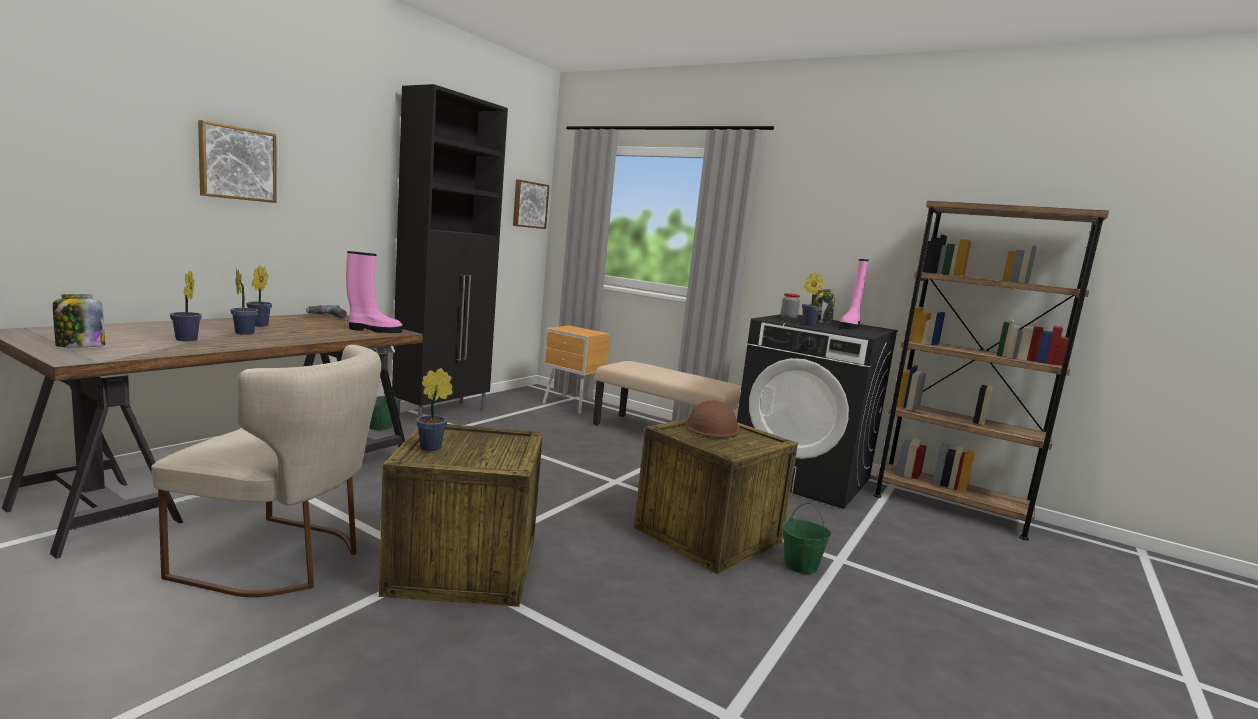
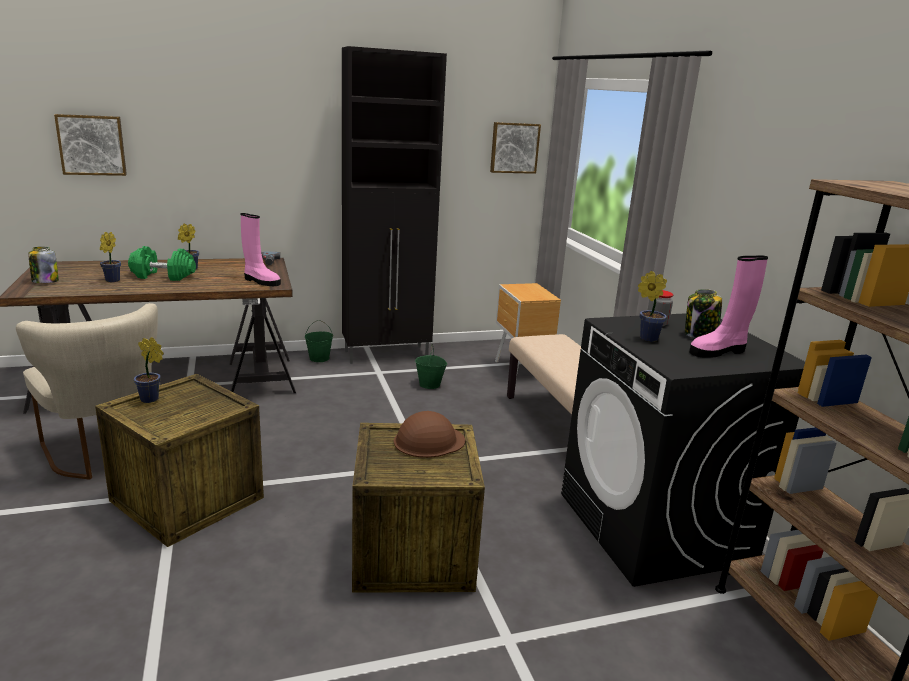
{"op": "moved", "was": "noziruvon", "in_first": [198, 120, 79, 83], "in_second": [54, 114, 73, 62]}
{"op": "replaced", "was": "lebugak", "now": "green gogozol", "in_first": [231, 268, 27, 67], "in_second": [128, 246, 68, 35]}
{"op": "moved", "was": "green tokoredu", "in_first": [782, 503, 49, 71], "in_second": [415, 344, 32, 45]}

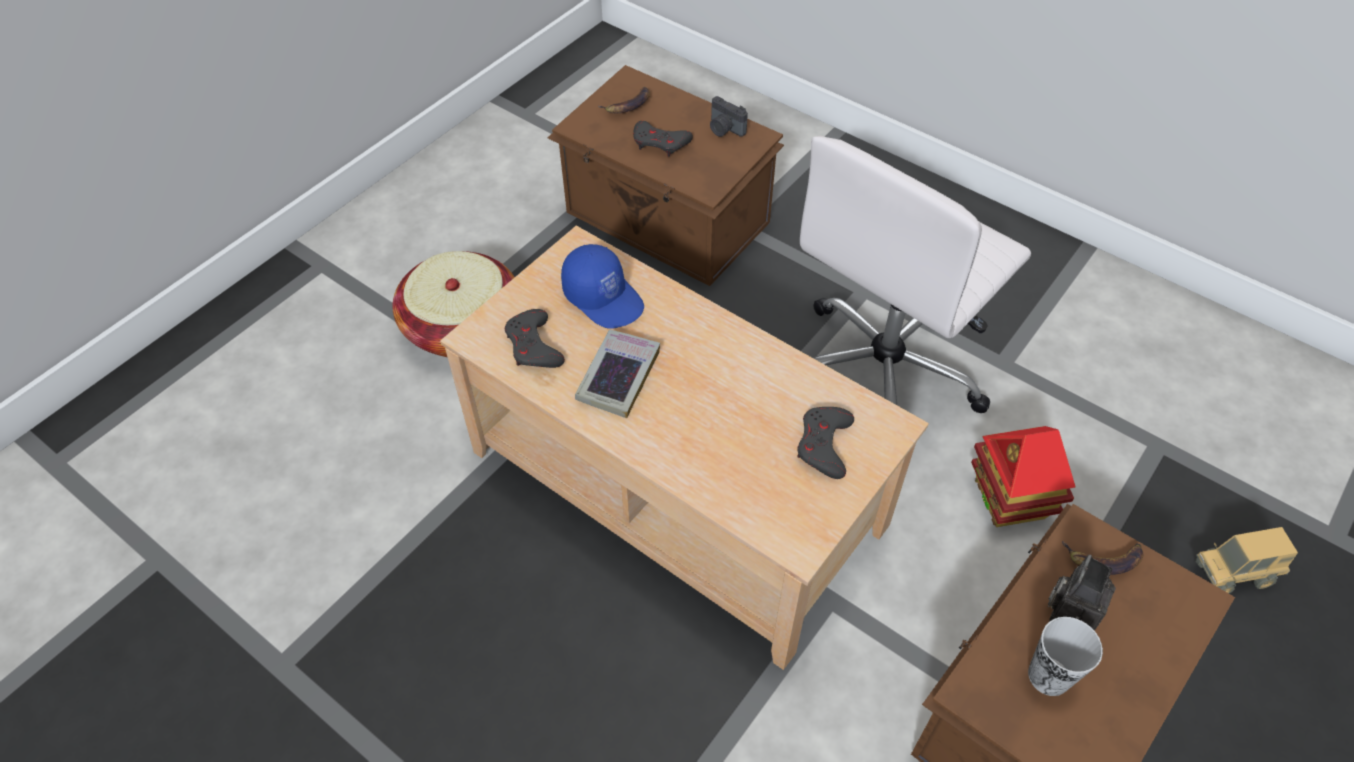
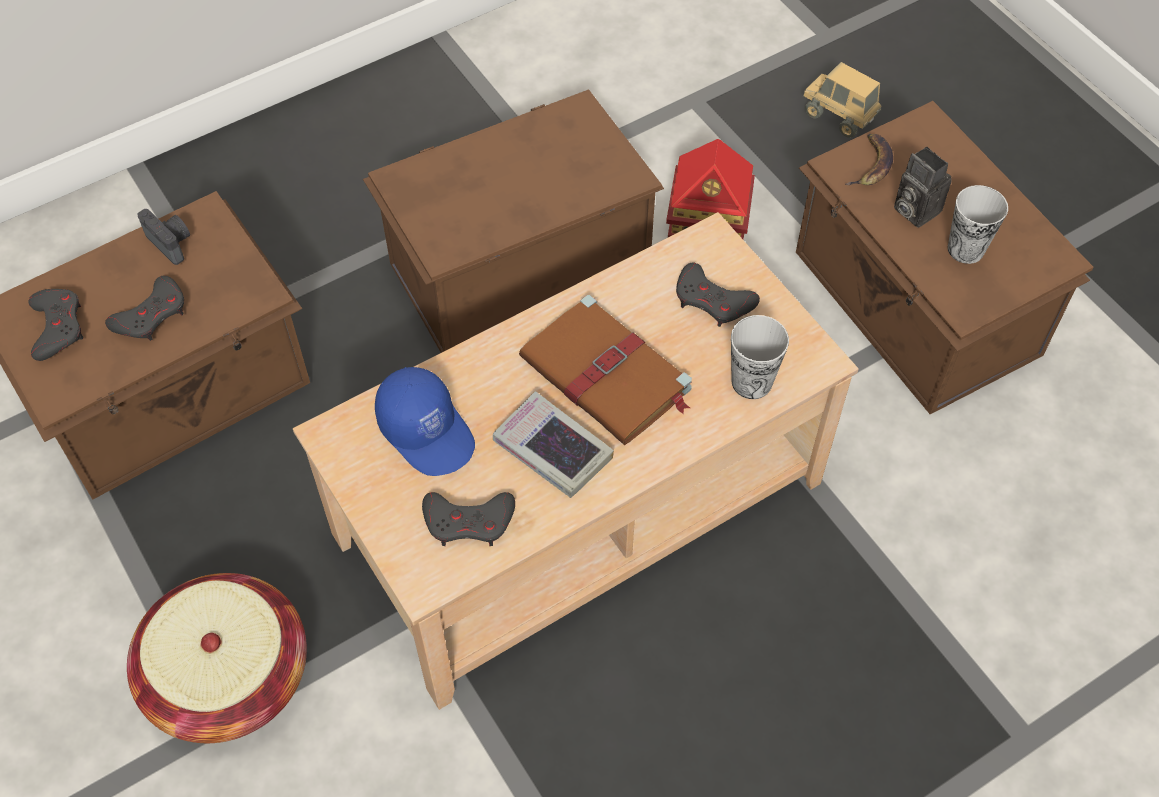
{"op": "turned", "was": "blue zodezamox", "in_first": [561, 244, 83, 85], "in_second": [375, 367, 100, 109], "clockwise": 75}
{"op": "replaced", "was": "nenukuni", "now": "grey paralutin", "in_first": [598, 87, 52, 26], "in_second": [28, 289, 55, 72]}
{"op": "turned", "was": "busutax", "in_first": [710, 96, 38, 41], "in_second": [137, 209, 53, 56], "clockwise": -105}
{"op": "replaced", "was": "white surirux", "now": "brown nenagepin", "in_first": [800, 135, 231, 278], "in_second": [363, 89, 301, 264]}
{"op": "turned", "was": "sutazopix", "in_first": [1196, 527, 102, 66], "in_second": [803, 62, 78, 76], "clockwise": 120}
{"op": "added", "now": "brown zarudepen", "in_second": [519, 295, 173, 150]}
{"op": "added", "now": "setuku", "in_second": [731, 315, 58, 84]}

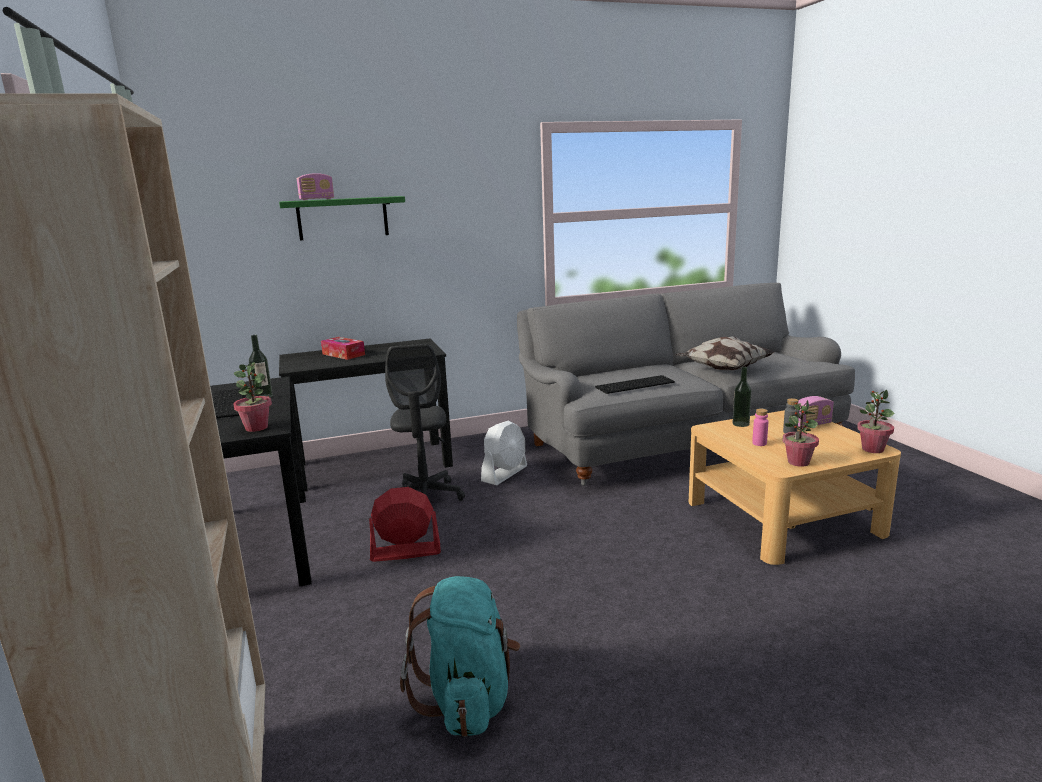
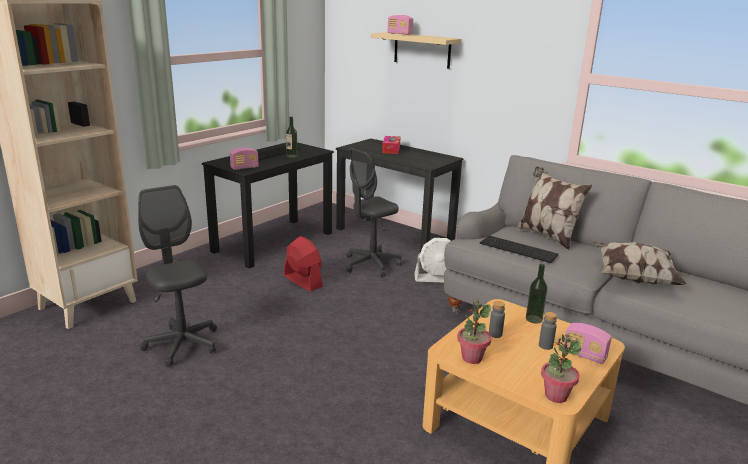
{"op": "replaced", "was": "lebugak", "now": "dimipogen", "in_first": [233, 363, 39, 69], "in_second": [230, 148, 29, 22]}
{"op": "recoloured", "was": "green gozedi", "now": "beige gozedi", "in_first": [279, 196, 126, 44], "in_second": [371, 32, 91, 37]}
{"op": "replaced", "was": "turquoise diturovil", "now": "grey surirux", "in_first": [400, 576, 120, 161], "in_second": [138, 185, 79, 182]}
{"op": "recoloured", "was": "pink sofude", "now": "grey sofude", "in_first": [752, 409, 16, 37], "in_second": [489, 301, 16, 37]}
{"op": "added", "now": "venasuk", "in_second": [516, 166, 76, 84]}

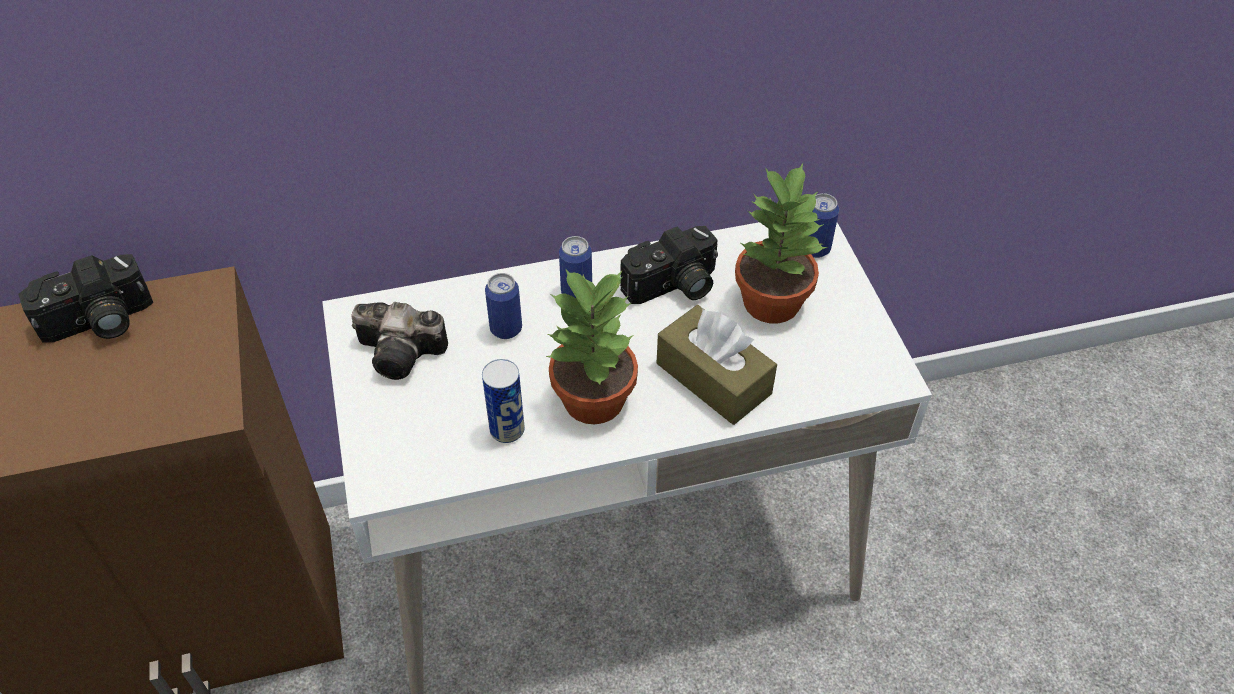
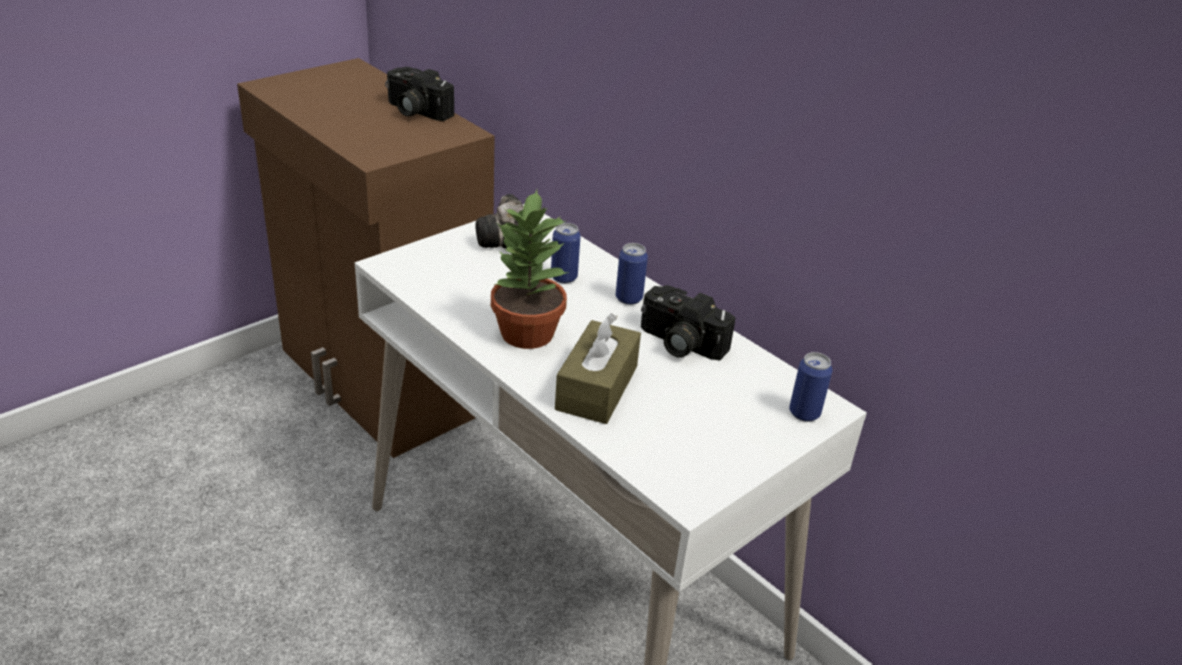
{"op": "removed", "was": "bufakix", "in_first": [482, 359, 43, 84]}
{"op": "removed", "was": "lebugak", "in_first": [735, 163, 93, 160]}

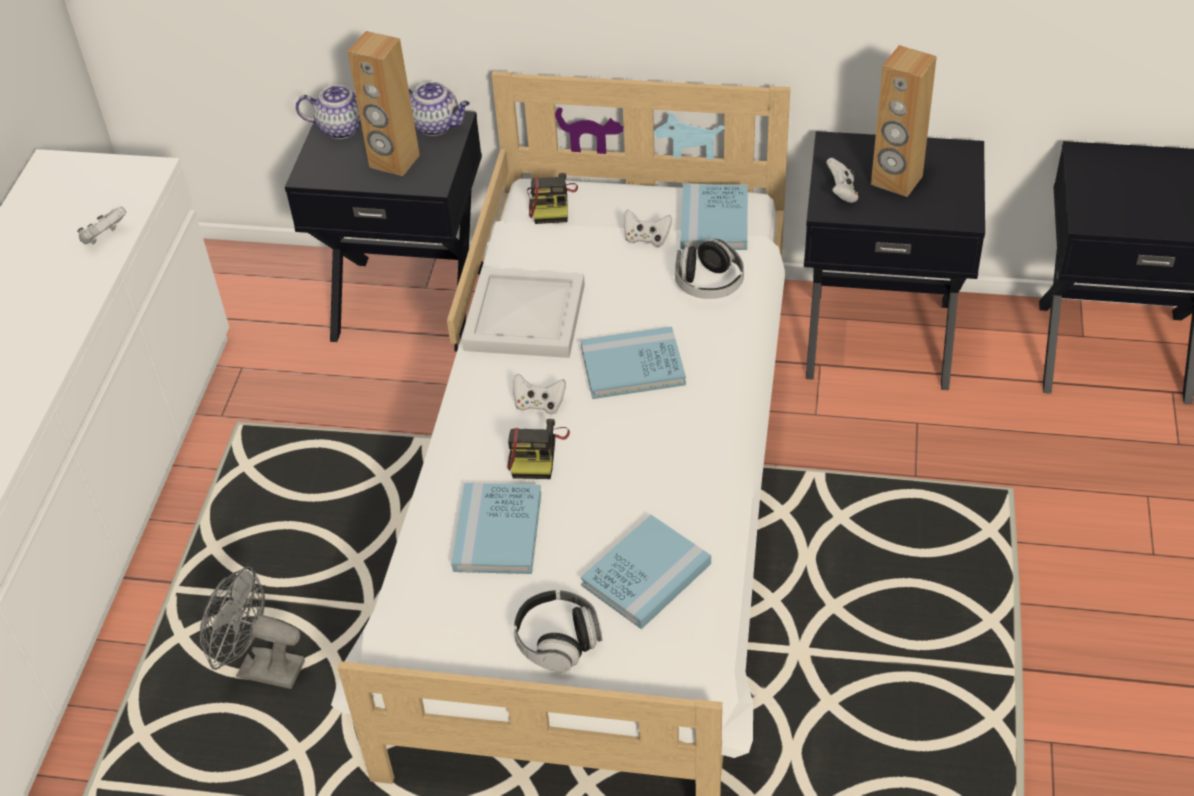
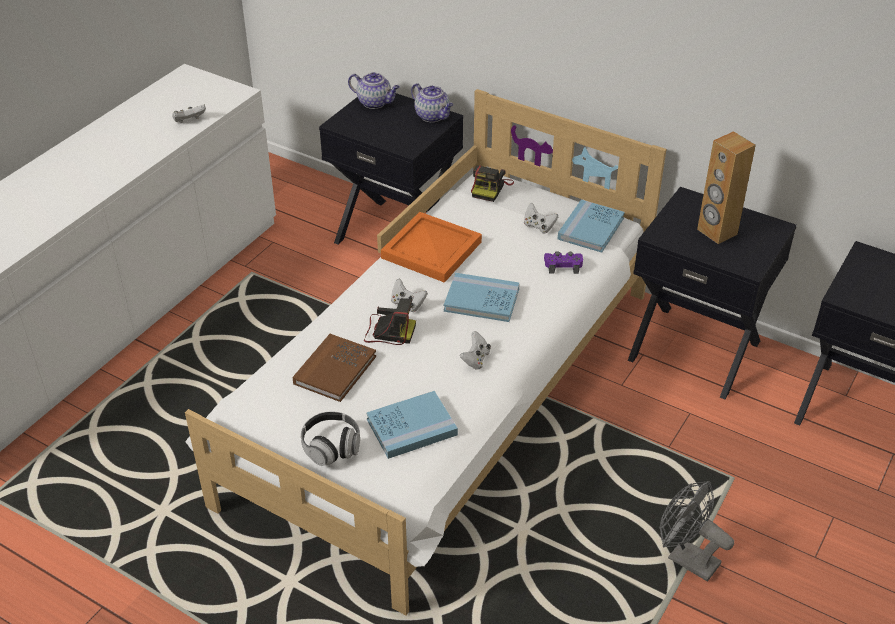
{"op": "moved", "was": "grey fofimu", "in_first": [200, 566, 105, 123], "in_second": [659, 481, 75, 101]}
{"op": "removed", "was": "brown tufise", "in_first": [347, 31, 73, 145]}
{"op": "recoloured", "was": "blue zarudepen", "now": "brown zarudepen", "in_first": [451, 483, 90, 91], "in_second": [292, 334, 84, 68]}
{"op": "recoloured", "was": "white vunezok", "now": "orange vunezok", "in_first": [462, 268, 123, 90], "in_second": [381, 212, 101, 71]}
{"op": "turned", "was": "busutax", "in_first": [508, 419, 62, 60], "in_second": [364, 298, 52, 47], "clockwise": -105}
{"op": "replaced", "was": "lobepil", "now": "purple paralutin", "in_first": [675, 238, 69, 61], "in_second": [544, 251, 39, 23]}
{"op": "moved", "was": "white paralutin", "in_first": [826, 158, 32, 45], "in_second": [460, 331, 31, 39]}

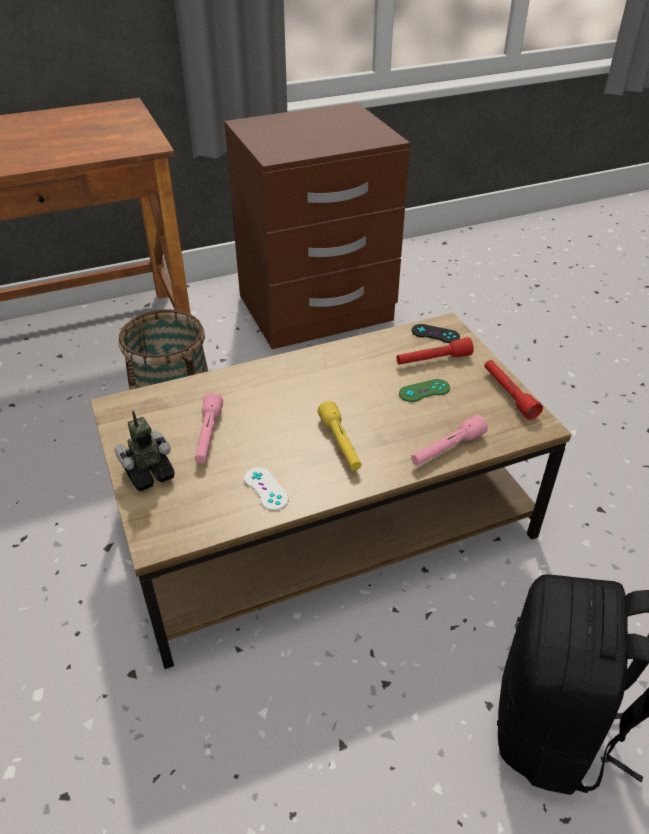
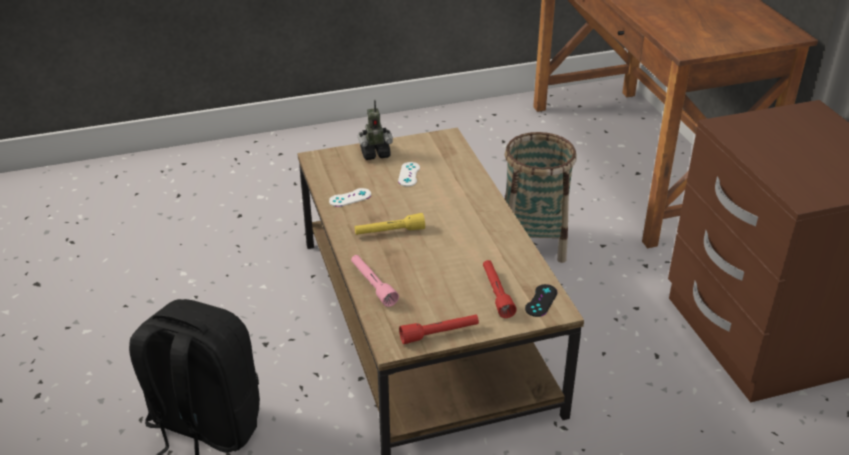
{"op": "turned", "was": "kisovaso", "in_first": [114, 410, 61, 81], "in_second": [358, 100, 35, 60], "clockwise": 105}
{"op": "replaced", "was": "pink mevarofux", "now": "white paralutin", "in_first": [195, 393, 28, 71], "in_second": [398, 162, 22, 24]}
{"op": "removed", "was": "green paralutin", "in_first": [399, 379, 51, 23]}

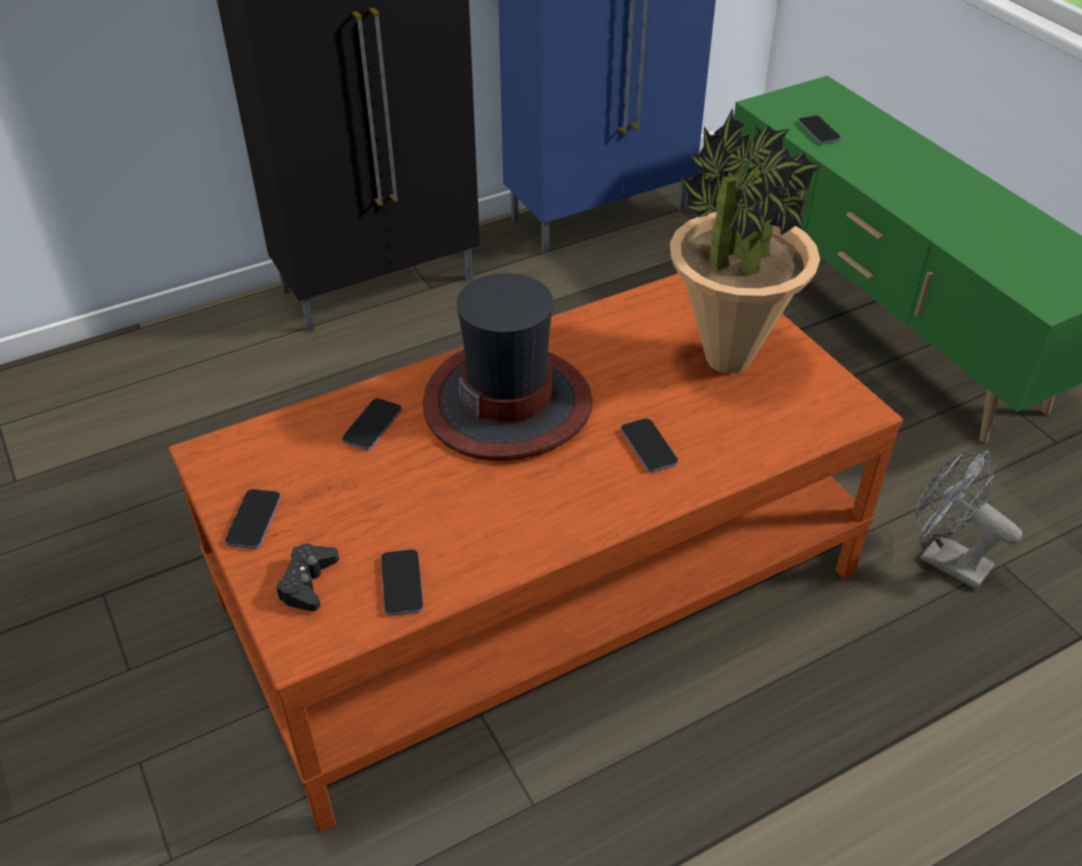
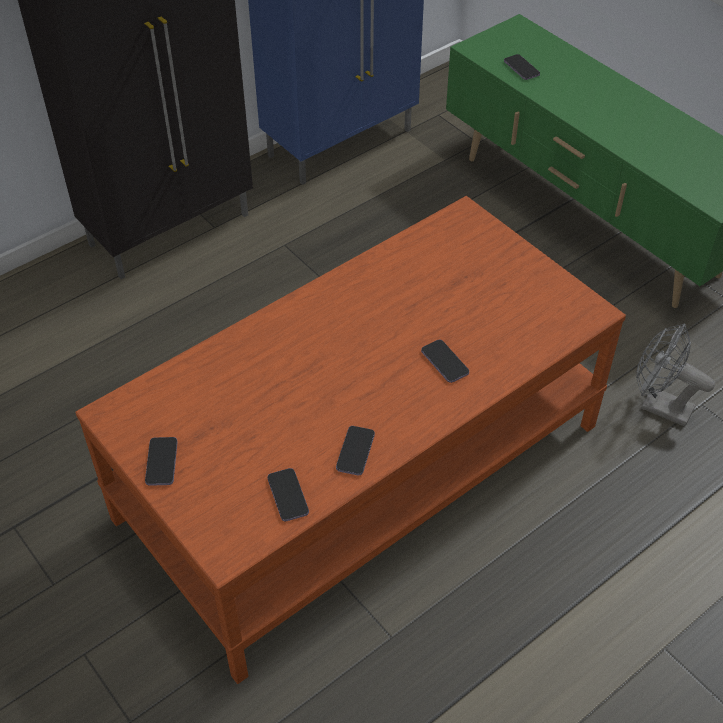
{"op": "removed", "was": "black paralutin", "in_first": [276, 544, 63, 67]}
{"op": "moved", "was": "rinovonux", "in_first": [342, 398, 60, 52], "in_second": [336, 426, 39, 49]}
{"op": "removed", "was": "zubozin", "in_first": [423, 273, 169, 188]}
{"op": "removed", "was": "lebugak", "in_first": [670, 107, 152, 267]}

